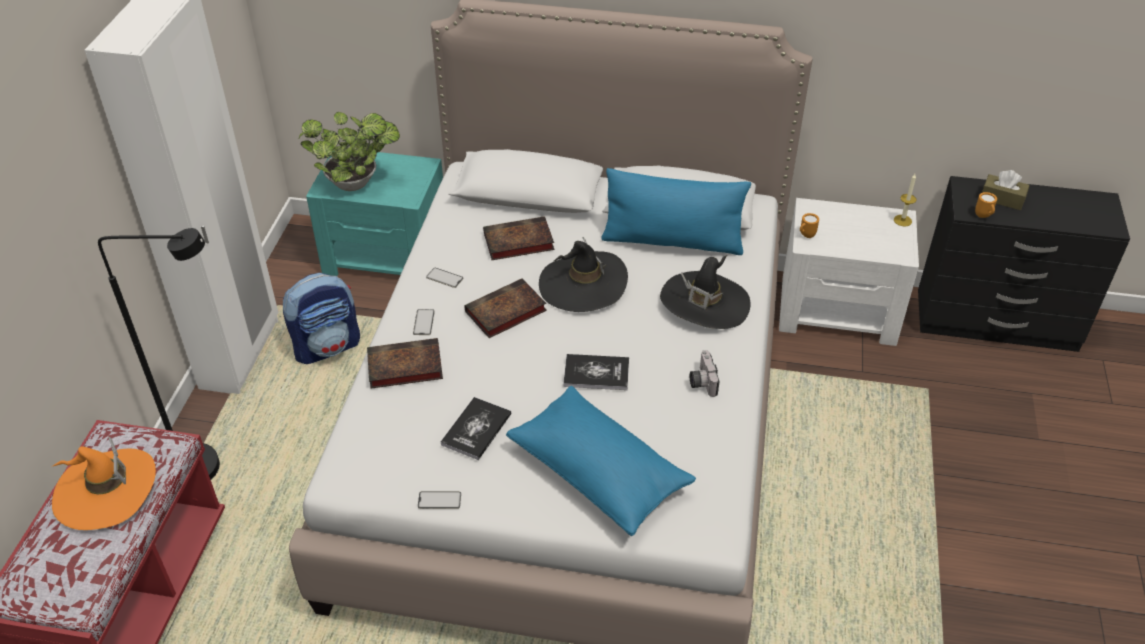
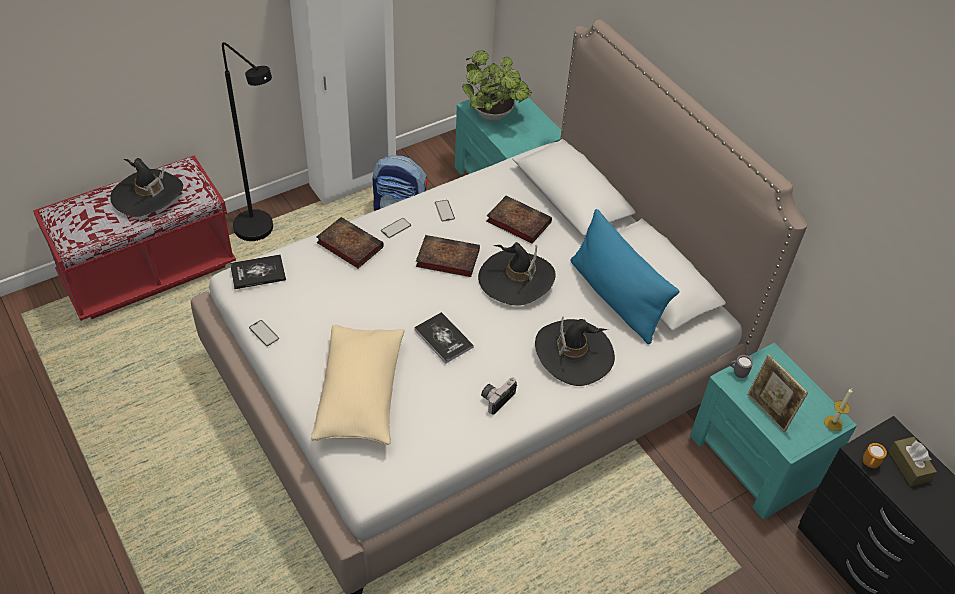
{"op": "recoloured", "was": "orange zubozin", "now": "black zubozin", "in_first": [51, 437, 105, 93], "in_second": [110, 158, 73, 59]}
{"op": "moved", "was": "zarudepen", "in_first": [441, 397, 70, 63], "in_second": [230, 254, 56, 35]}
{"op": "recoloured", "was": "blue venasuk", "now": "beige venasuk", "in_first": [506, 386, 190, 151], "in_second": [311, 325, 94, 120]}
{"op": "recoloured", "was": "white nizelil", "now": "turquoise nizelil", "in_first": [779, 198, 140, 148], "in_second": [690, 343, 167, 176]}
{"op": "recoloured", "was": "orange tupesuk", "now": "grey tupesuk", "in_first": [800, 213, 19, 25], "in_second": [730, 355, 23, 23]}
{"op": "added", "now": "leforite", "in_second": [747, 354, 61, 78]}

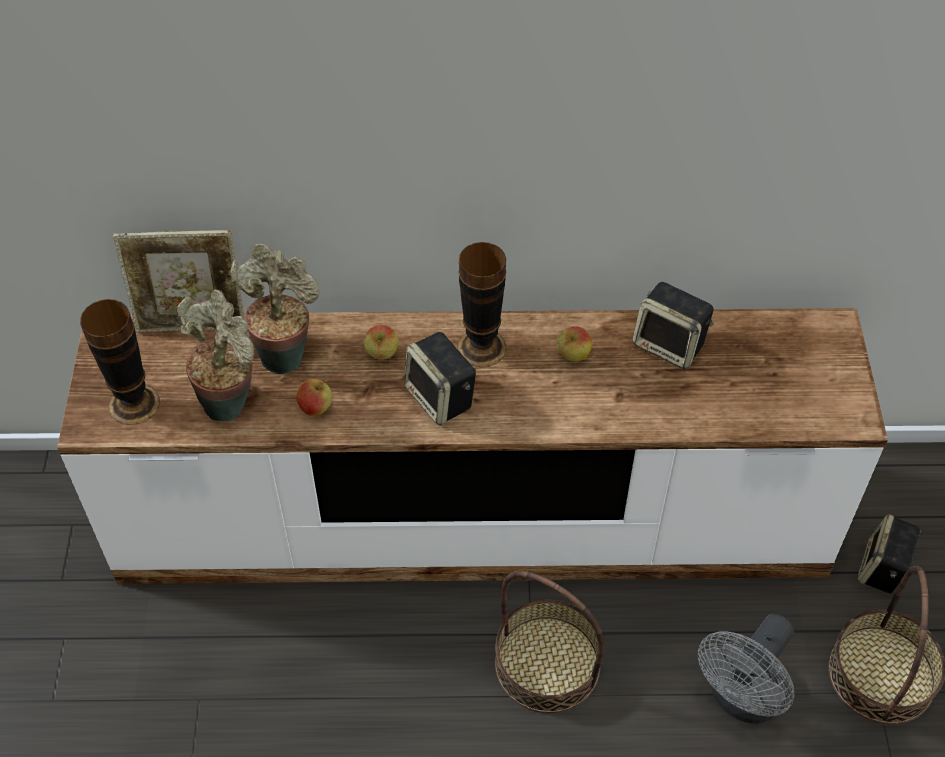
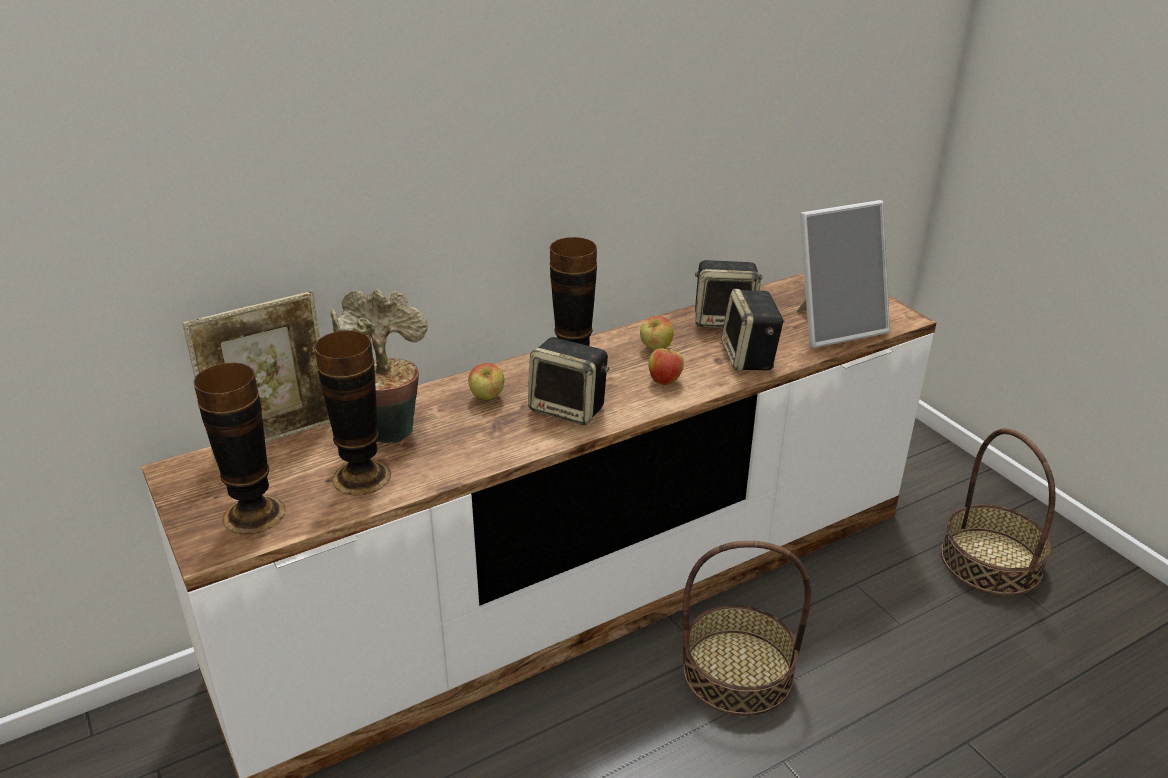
{"op": "replaced", "was": "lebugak", "now": "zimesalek", "in_first": [177, 289, 77, 132], "in_second": [314, 330, 77, 165]}
{"op": "moved", "was": "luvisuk", "in_first": [296, 379, 36, 37], "in_second": [648, 344, 36, 41]}
{"op": "removed", "was": "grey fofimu", "in_first": [698, 614, 96, 110]}
{"op": "moved", "was": "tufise", "in_first": [857, 514, 65, 80], "in_second": [721, 289, 63, 82]}
{"op": "added", "now": "leforite", "in_second": [797, 200, 93, 148]}

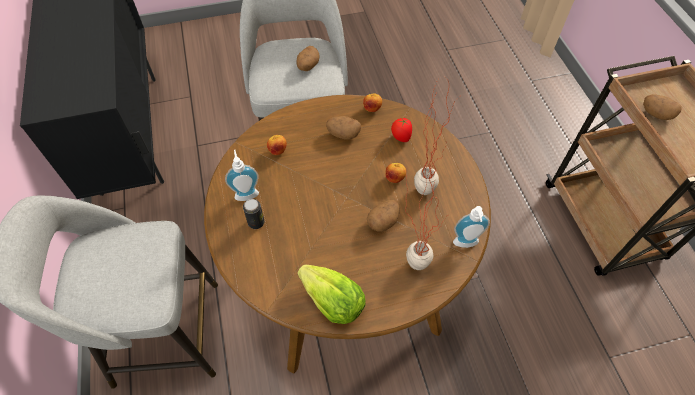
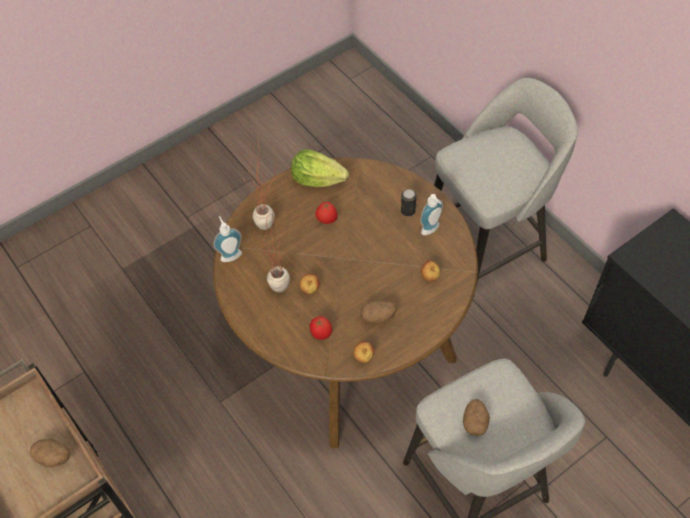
{"op": "removed", "was": "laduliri", "in_first": [367, 200, 33, 32]}
{"op": "added", "now": "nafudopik", "in_second": [315, 202, 22, 22]}

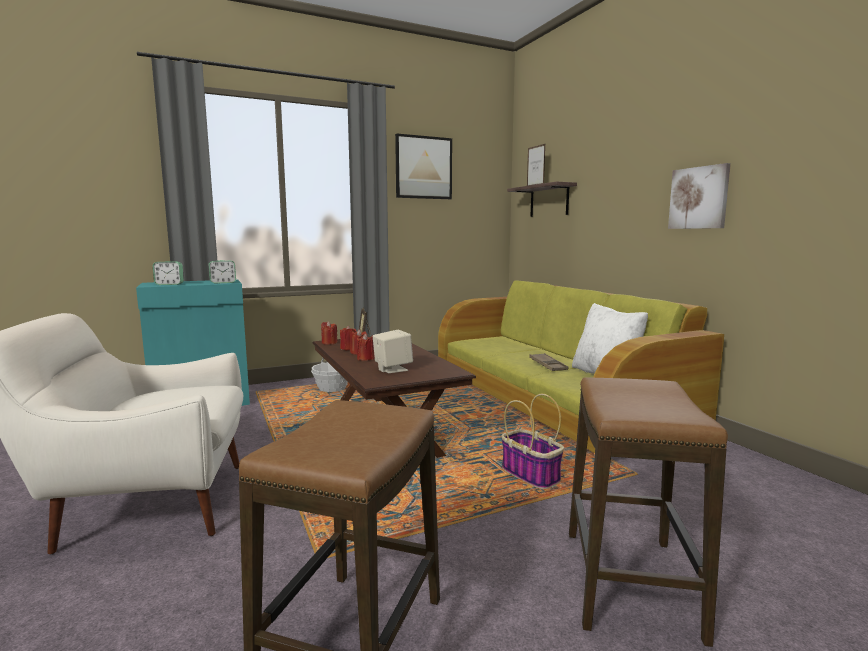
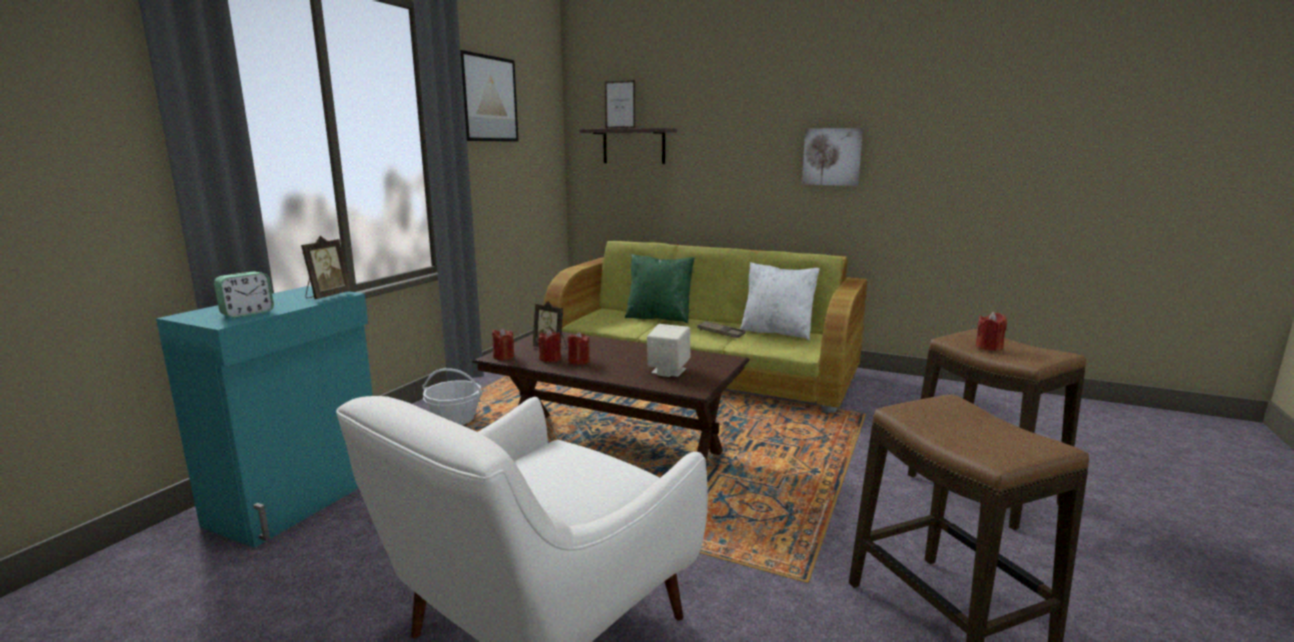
{"op": "replaced", "was": "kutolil", "now": "leforite", "in_first": [209, 260, 27, 24], "in_second": [301, 236, 51, 63]}
{"op": "moved", "was": "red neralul", "in_first": [357, 334, 18, 27], "in_second": [976, 312, 31, 39]}
{"op": "removed", "was": "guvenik", "in_first": [501, 394, 63, 95]}
{"op": "added", "now": "green venasuk", "in_second": [625, 254, 69, 69]}

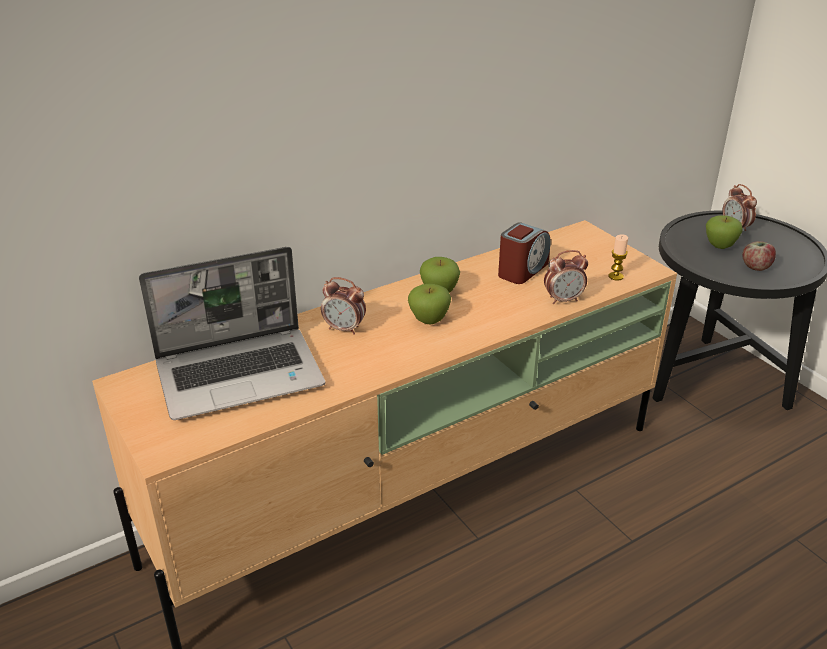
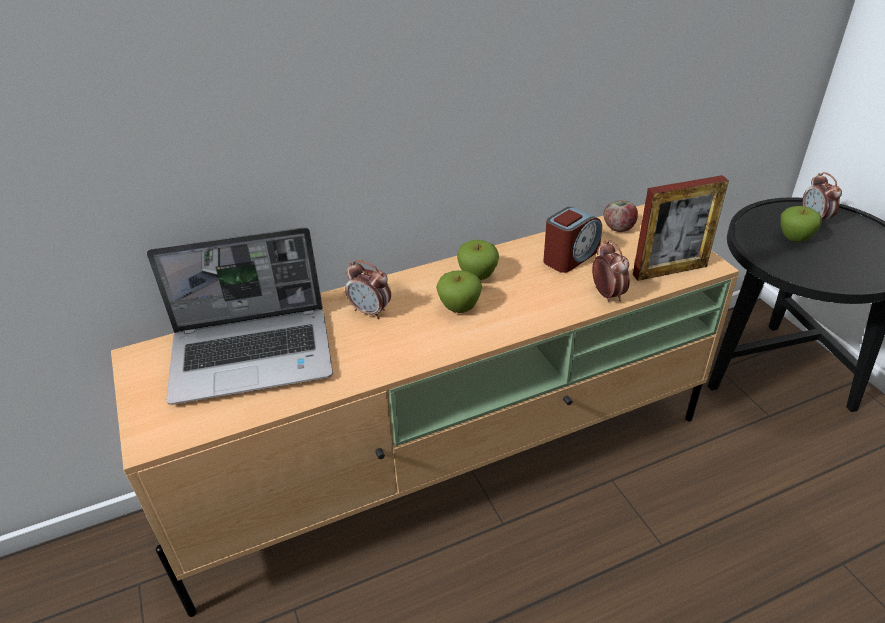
{"op": "turned", "was": "kutolil", "in_first": [544, 250, 44, 54], "in_second": [592, 240, 38, 62], "clockwise": -105}
{"op": "replaced", "was": "neralul", "now": "leforite", "in_first": [608, 234, 20, 47], "in_second": [633, 175, 96, 106]}
{"op": "moved", "was": "luvisuk", "in_first": [742, 241, 34, 30], "in_second": [604, 200, 34, 32]}

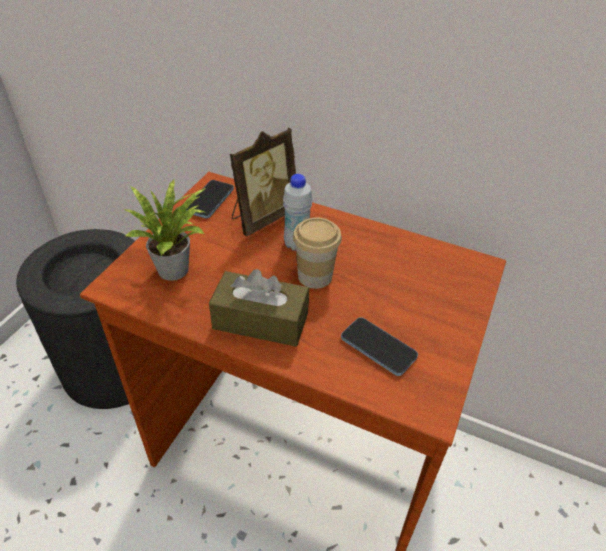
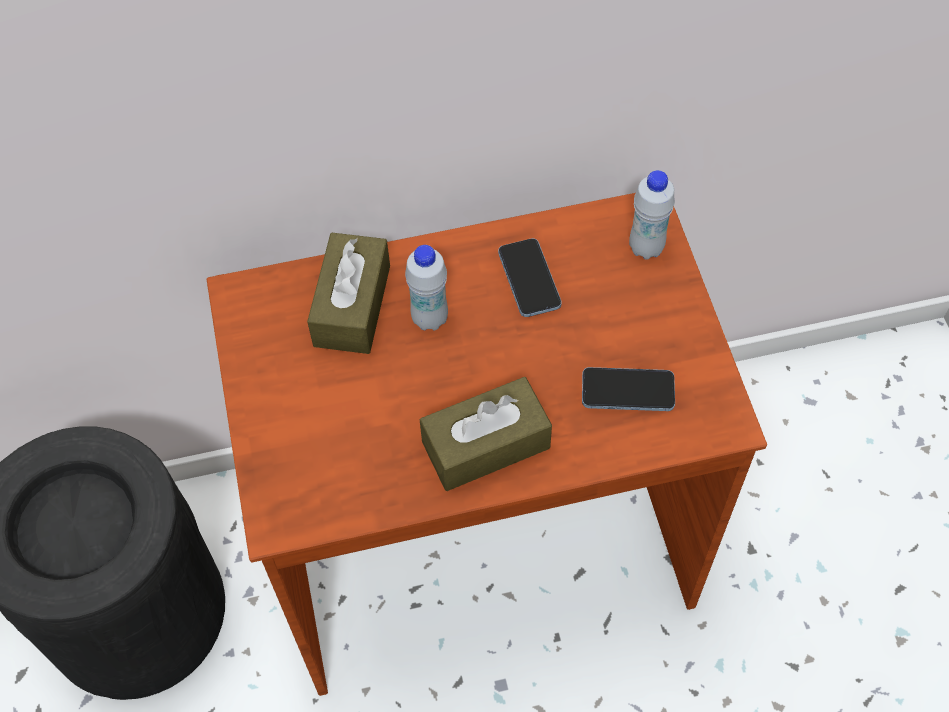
{"op": "removed", "was": "lebugak", "in_first": [124, 180, 81, 101]}
{"op": "moved", "was": "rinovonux", "in_first": [185, 180, 49, 38], "in_second": [498, 238, 63, 79]}
{"op": "replaced", "was": "leforite", "now": "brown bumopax", "in_first": [230, 128, 66, 108], "in_second": [307, 233, 83, 121]}
{"op": "removed", "was": "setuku", "in_first": [293, 217, 49, 72]}
{"op": "added", "now": "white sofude", "in_second": [629, 170, 46, 90]}

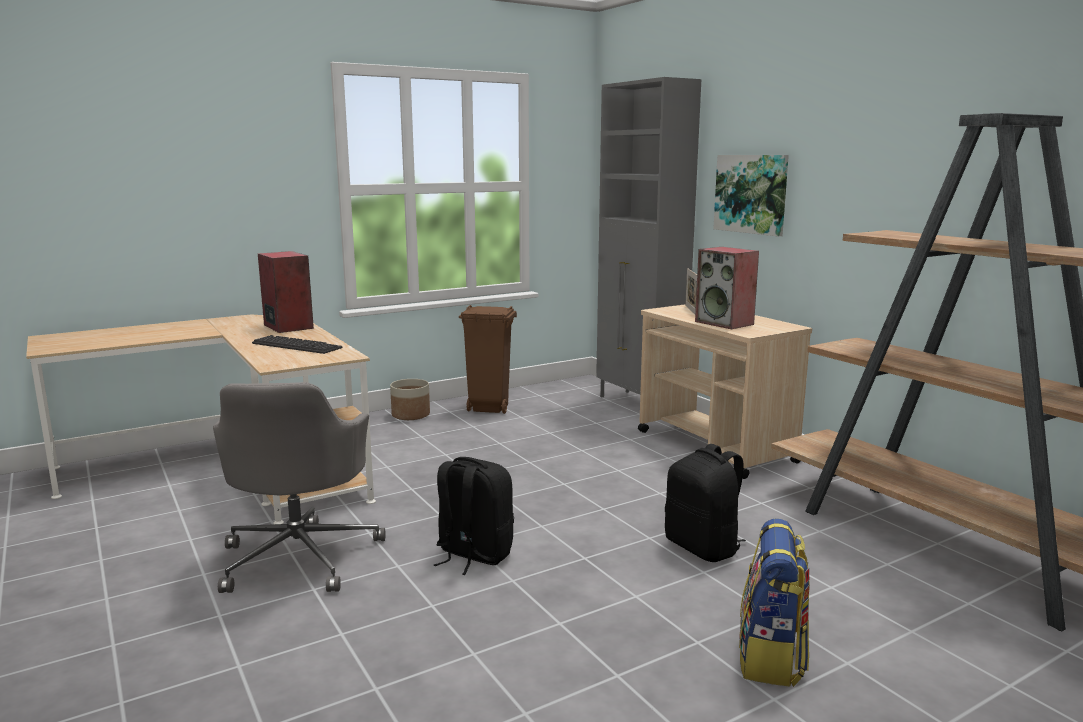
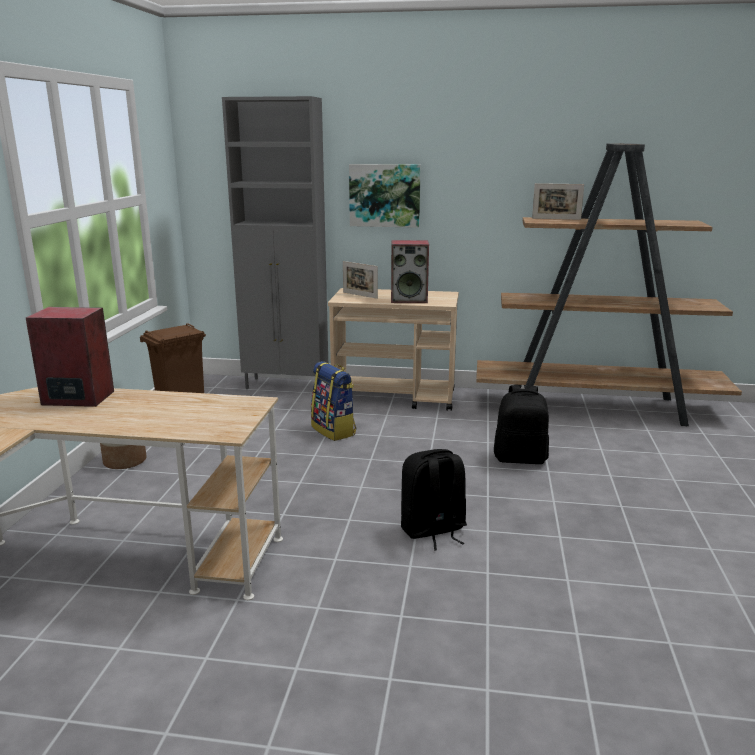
{"op": "removed", "was": "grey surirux", "in_first": [213, 382, 172, 211]}
{"op": "removed", "was": "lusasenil", "in_first": [252, 335, 90, 19]}
{"op": "moved", "was": "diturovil", "in_first": [739, 519, 71, 168], "in_second": [311, 361, 45, 80]}
{"op": "added", "now": "leforite", "in_second": [532, 183, 52, 37]}

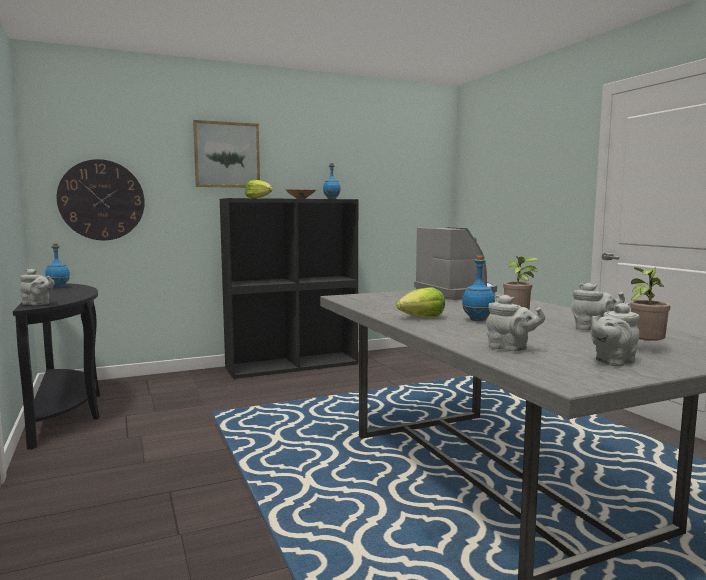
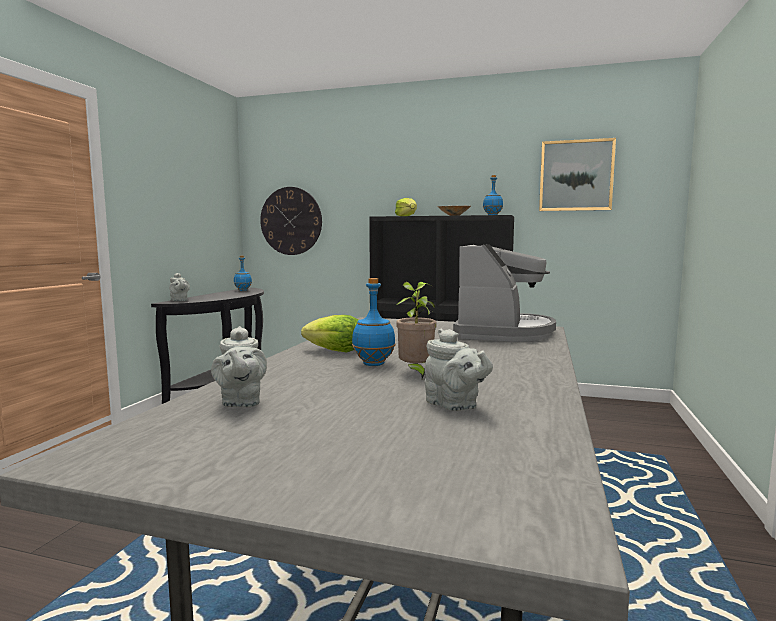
{"op": "moved", "was": "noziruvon", "in_first": [193, 120, 67, 68], "in_second": [539, 138, 77, 73]}
{"op": "removed", "was": "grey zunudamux", "in_first": [591, 303, 49, 63]}
{"op": "removed", "was": "lebugak", "in_first": [630, 267, 40, 74]}

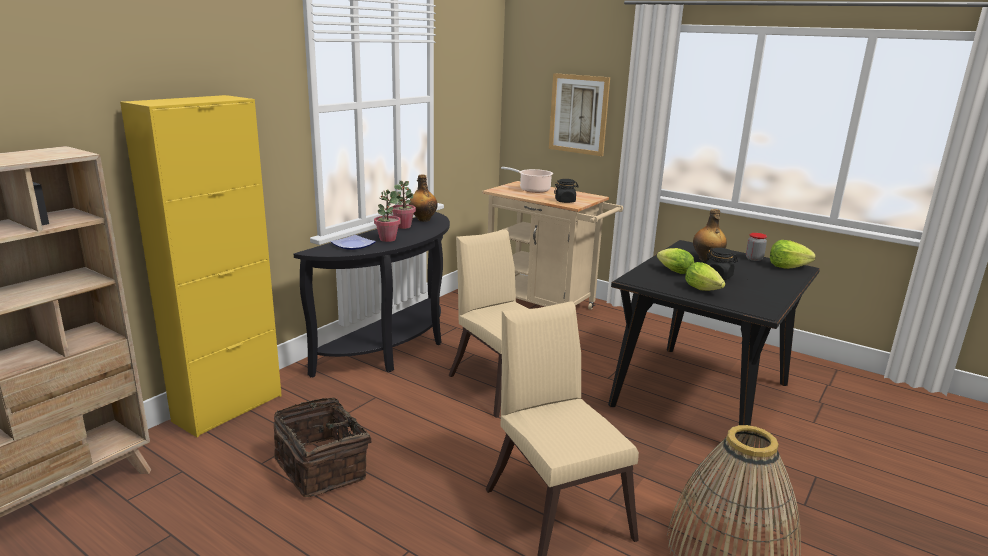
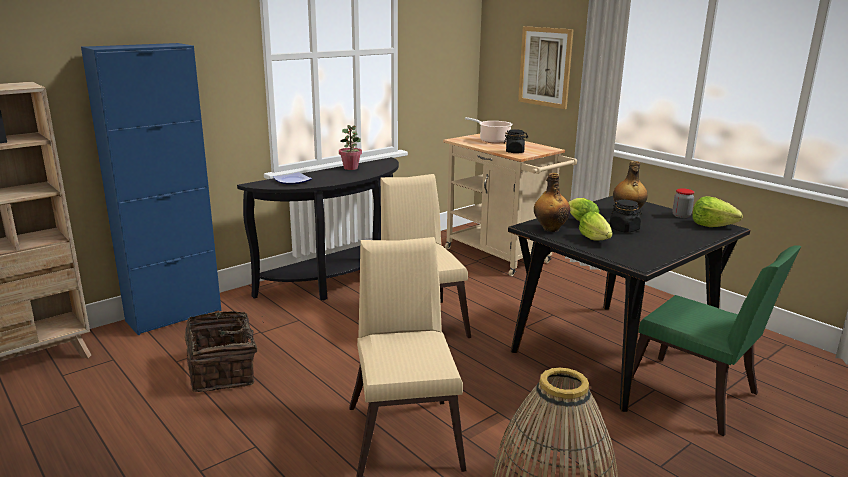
{"op": "recoloured", "was": "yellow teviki", "now": "blue teviki", "in_first": [120, 95, 162, 342], "in_second": [81, 43, 140, 292]}
{"op": "removed", "was": "lebugak", "in_first": [374, 190, 27, 52]}
{"op": "moved", "was": "sofude", "in_first": [409, 175, 29, 47], "in_second": [534, 173, 36, 59]}
{"op": "added", "now": "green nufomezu", "in_second": [620, 246, 182, 190]}

